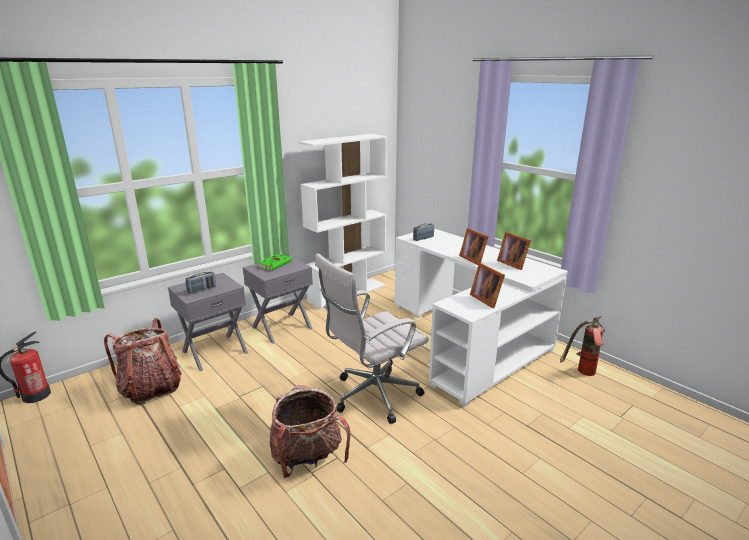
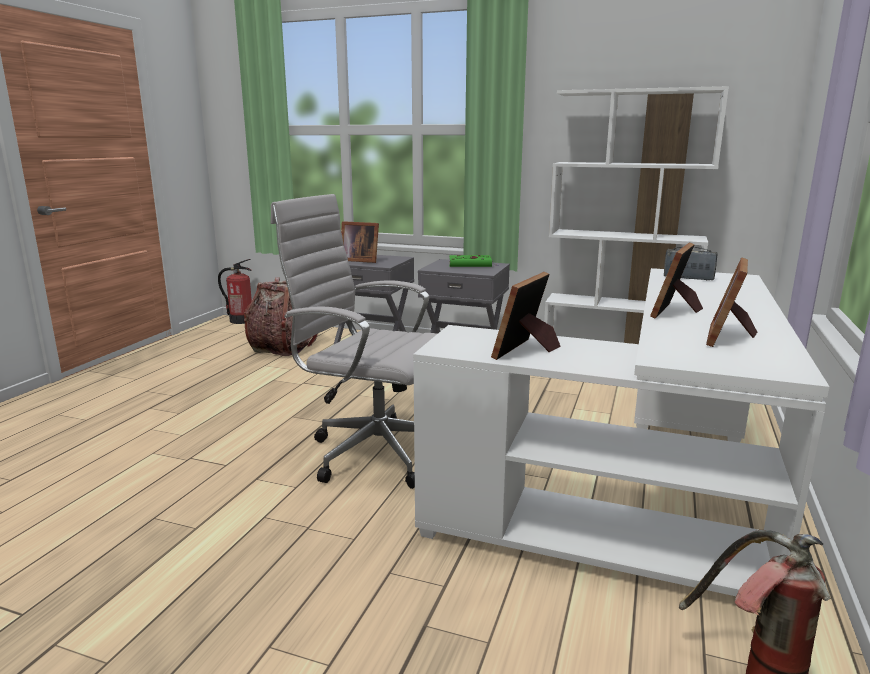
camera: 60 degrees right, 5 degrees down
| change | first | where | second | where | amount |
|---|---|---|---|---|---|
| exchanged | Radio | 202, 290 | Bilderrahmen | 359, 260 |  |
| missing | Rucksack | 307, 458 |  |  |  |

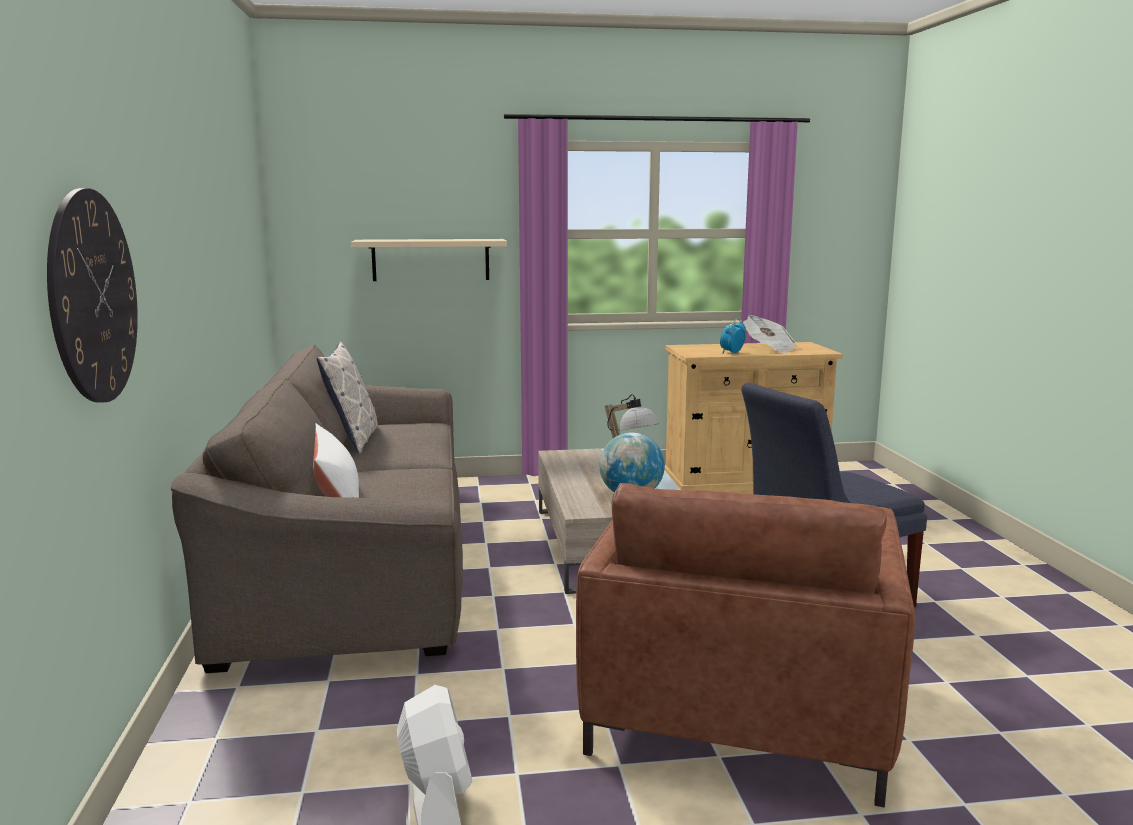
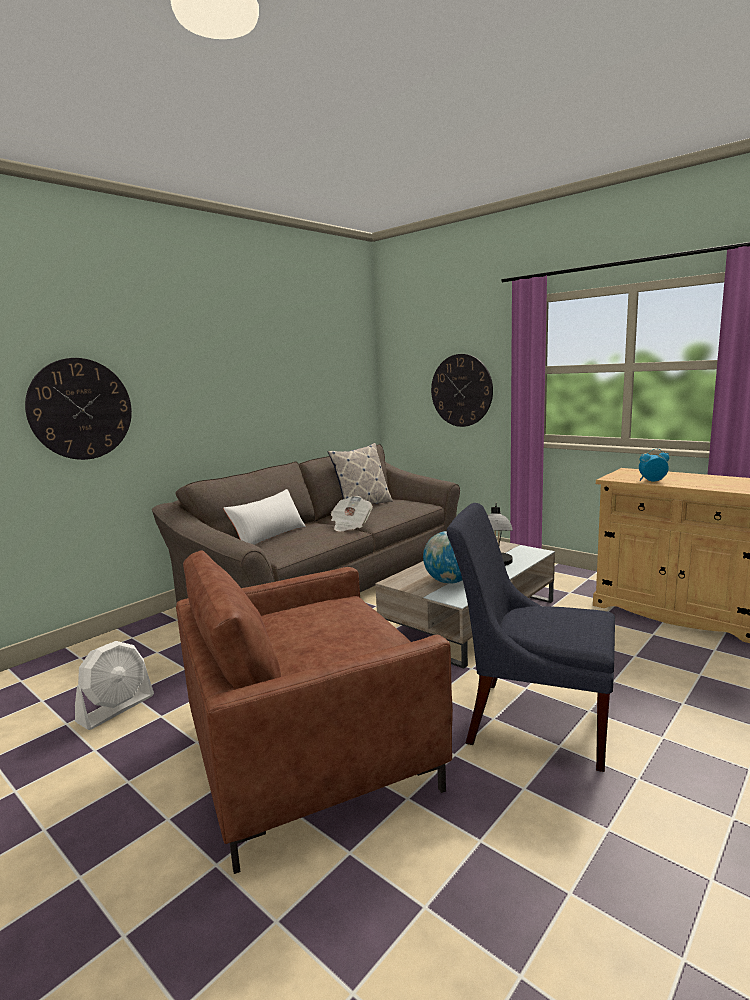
camera: 50 degrees right, 0 degrees up
| change | first | where | second | where | amount |
|---|---|---|---|---|---|
| exchanged | Wandregal [beige] | 430, 259 | Wanduhr | 461, 390 |  |
| relocated | Zeitung | 769, 349 |  | 350, 525 |  |

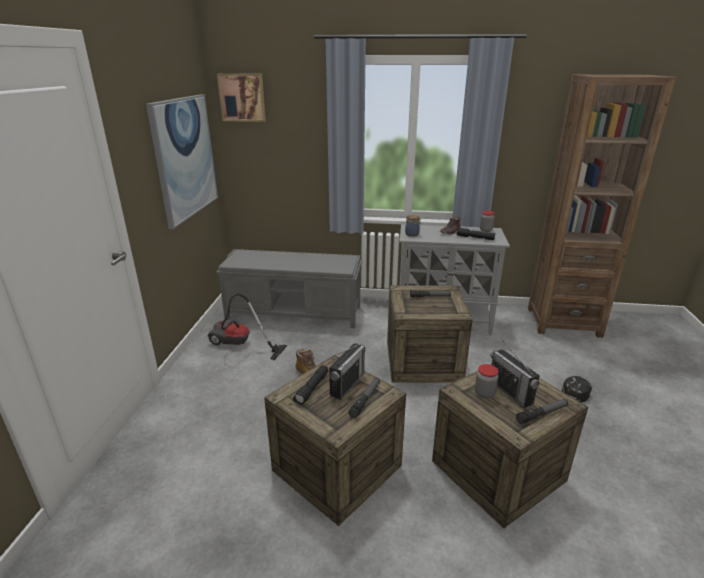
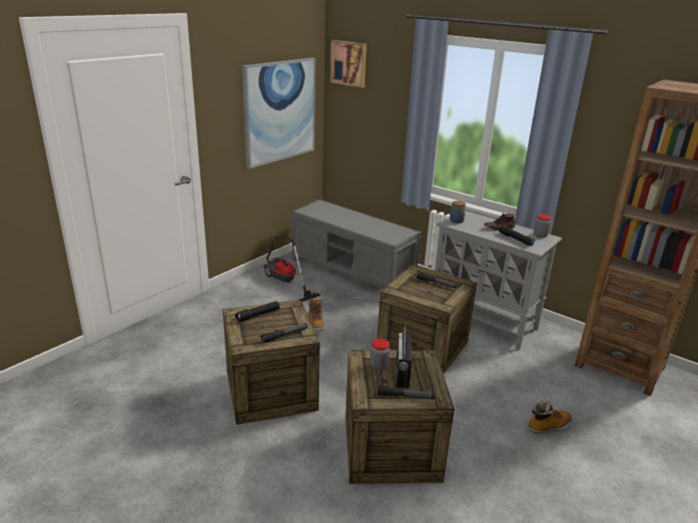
camera: 30 degrees right, 0 degrees up
| change | first | where | second | where | amount |
|---|---|---|---|---|---|
| missing | Radio | 347, 384 |  |  |  |
| exchanged | Kappe [schwarz] | 576, 390 | Stiefel | 548, 426 |  |

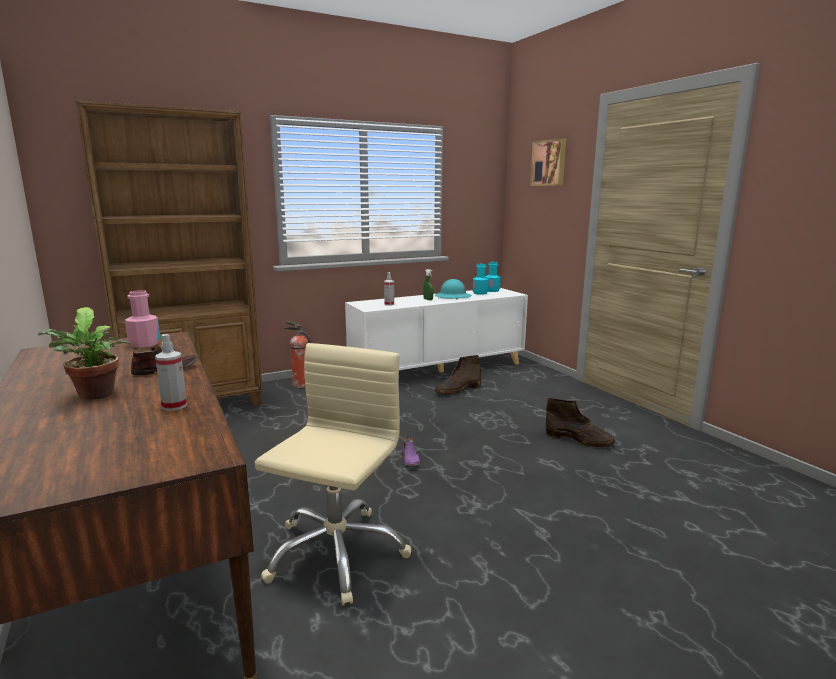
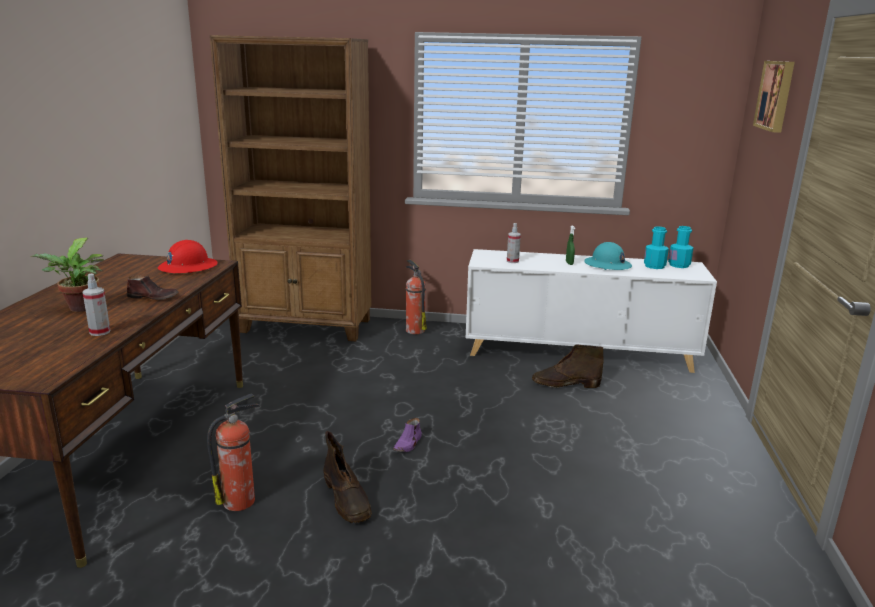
camera: 35 degrees right, 5 degrees up
| change | first | where | second | where | amount |
|---|---|---|---|---|---|
| exchanged | Flasche [rosa] | 144, 344 | Schutzhelm [rot] | 188, 267 |  |
| exchanged | Bürostuhl [beige] | 336, 553 | Feuerlöscher | 241, 501 |  |
| relocated | Stiefel [braun] | 579, 439 |  | 347, 499 |  |

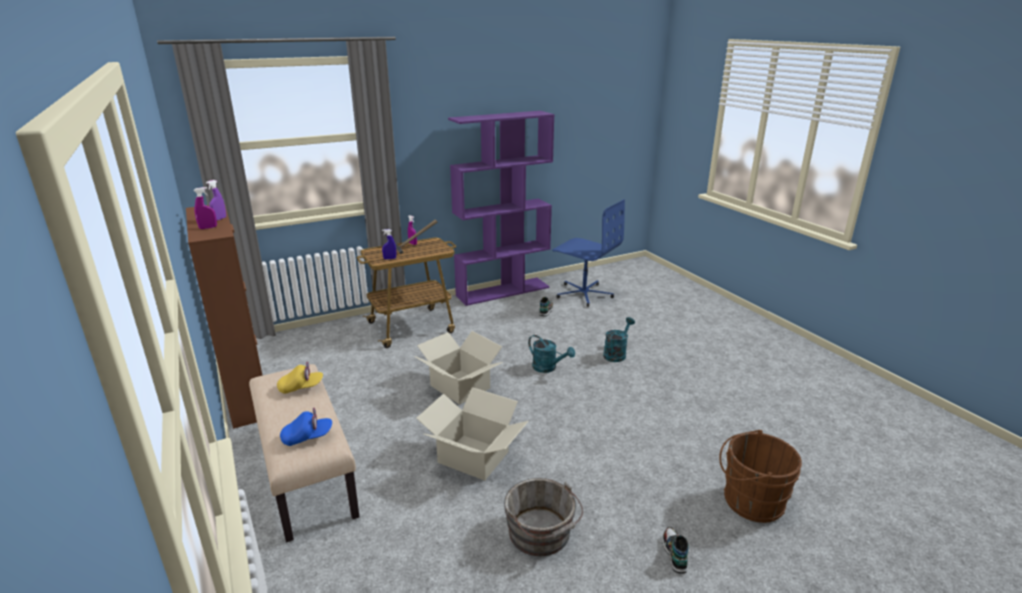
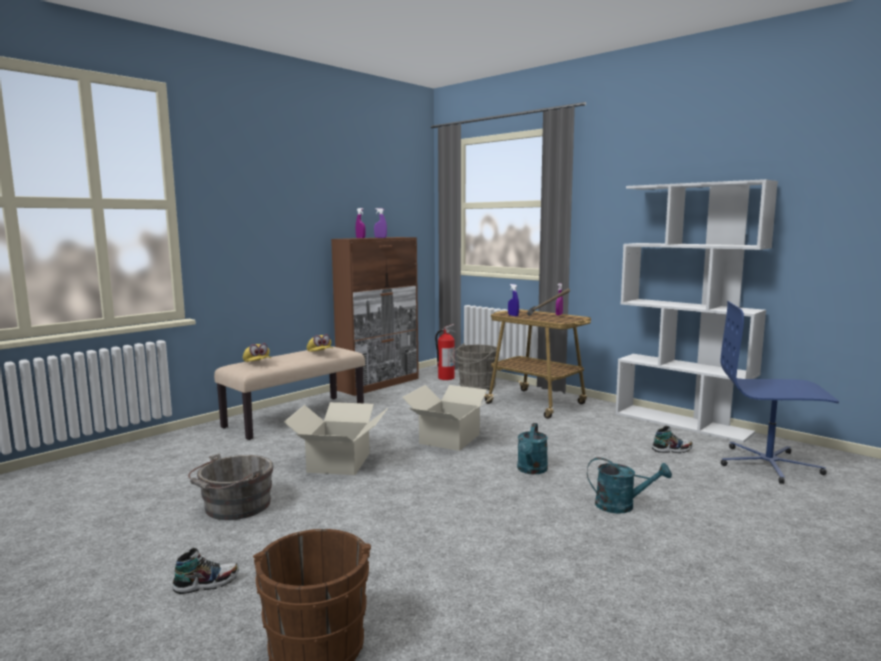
camera: 70 degrees right, 15 degrees down
| change | first | where | second | where | amount |
|---|---|---|---|---|---|
| colour | Kappe [blau] | 307, 437 | Kappe [gelb] | 257, 363 |  |
| colour | Bücherregal [lila] | 503, 291 | Bücherregal [weiß] | 682, 423 |  |
| spun | Bürostuhl [blau] | 584, 294 |  | 769, 464 | 90 degrees clockwise |
| appeared |  |  | Feuerlöscher | 445, 378 |  |
| appeared |  |  | Eimer [grau] | 475, 386 |  |

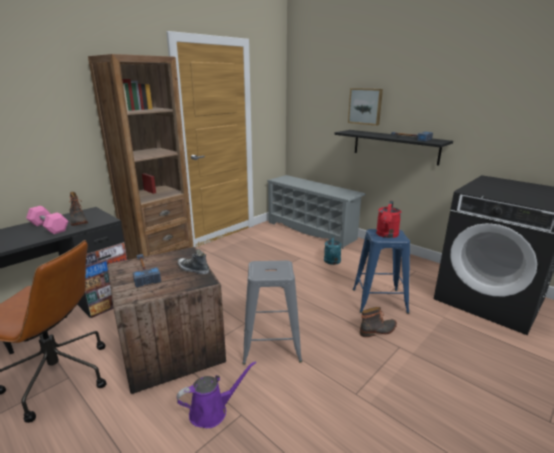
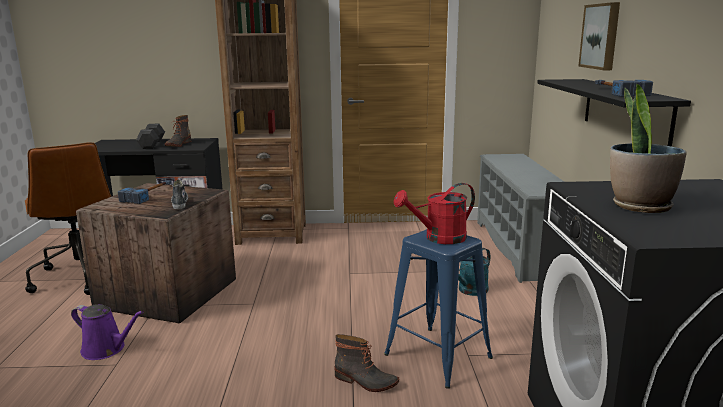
camera: 45 degrees right, 5 degrees down
| change | first | where | second | where | amount |
|---|---|---|---|---|---|
| colour | Hantel [rosa] | 49, 227 | Hantel [grau] | 152, 144 |  |
| missing | Hocker [grau] | 272, 345 |  |  |  |
| appeared |  |  | Topfpflanze | 639, 206 |  |

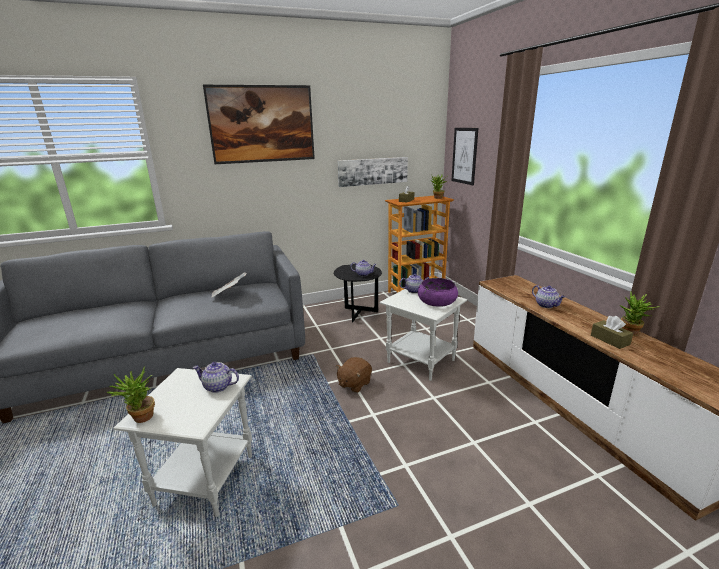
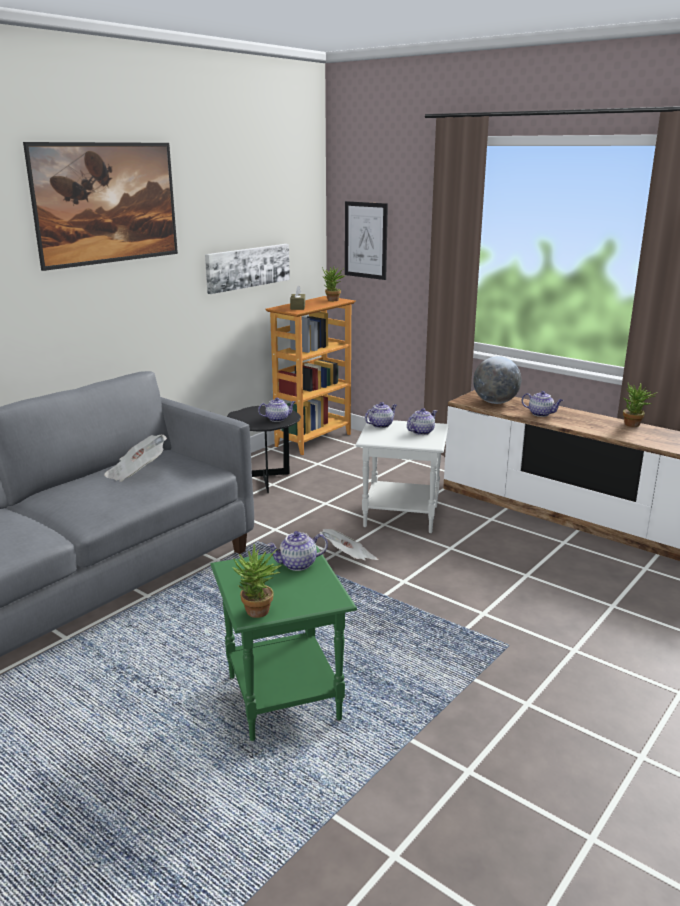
camera: 30 degrees left, 0 degrees up
| change | first | where | second | where | amount |
|---|---|---|---|---|---|
| colour | Beistelltisch [weiß] | 205, 480 | Beistelltisch [grün] | 284, 699 |  |
| exchanged | Plüschtier [braun] | 354, 384 | Zeitung | 349, 559 |  |
| exchanged | Schüssel [lila] | 437, 301 | Teekanne | 421, 432 |  |
| missing | Taschentuchbox [braun] | 610, 340 |  |  |  |
| appeared |  |  | Globus | 495, 402 |  |

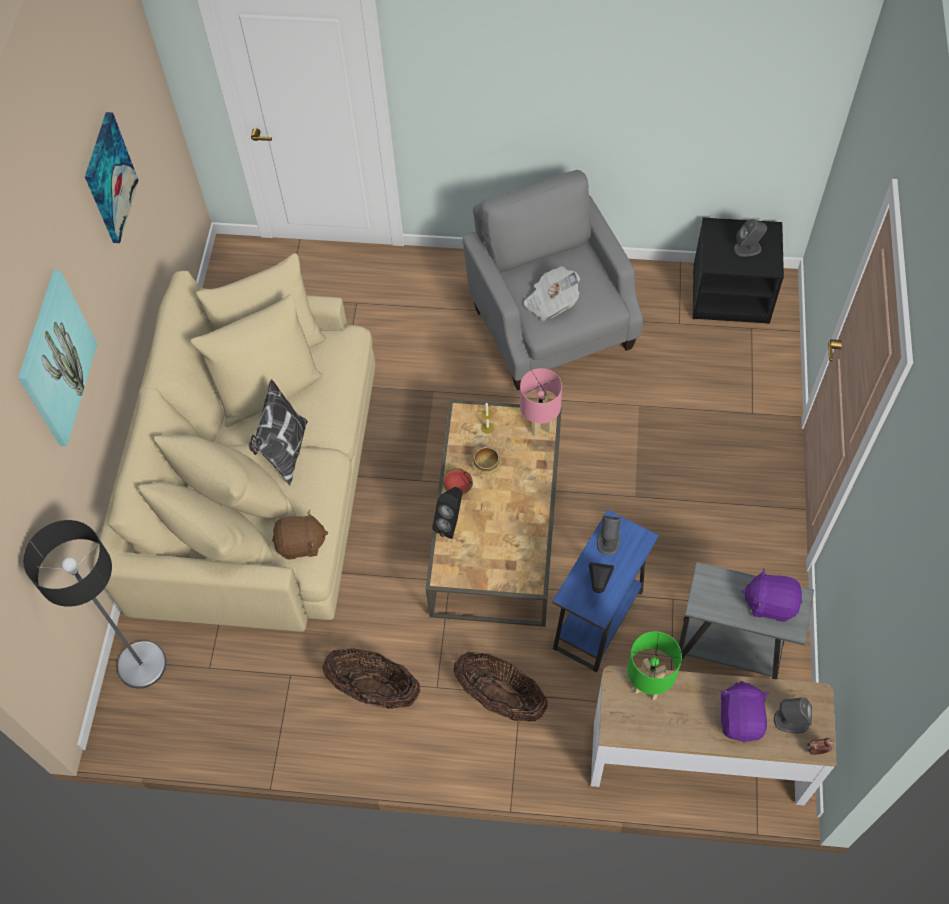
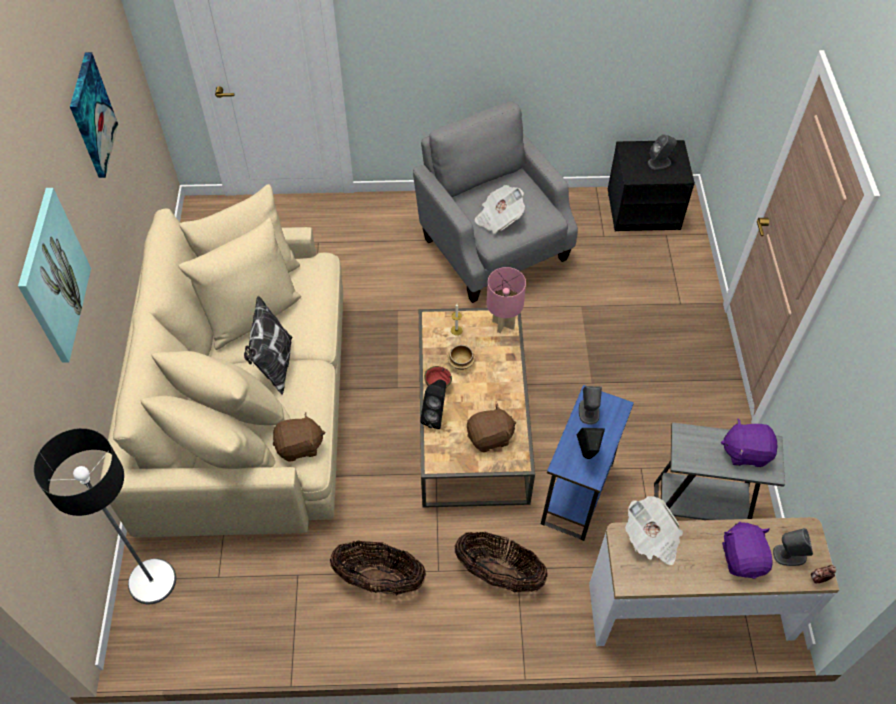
camera: 10 degrees left, 5 degrees down
| change | first | where | second | where | amount |
|---|---|---|---|---|---|
| exchanged | Tischlampe [grün] | 648, 687 | Zeitung | 652, 538 |  |
| appeared |  |  | Plüschtier [braun] | 490, 437 |  |

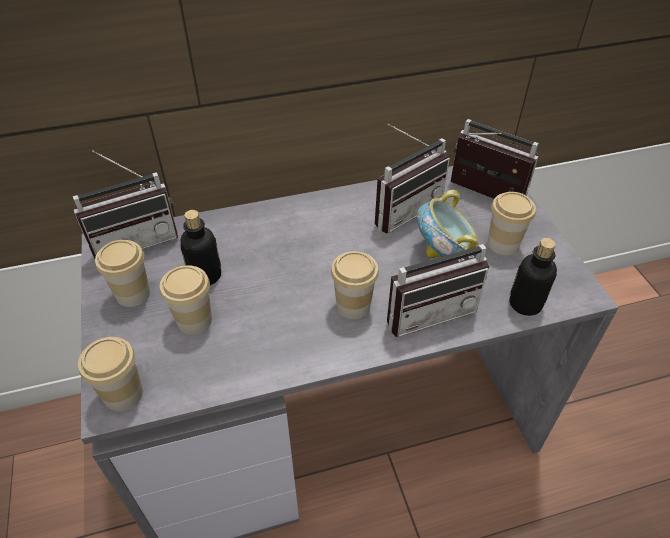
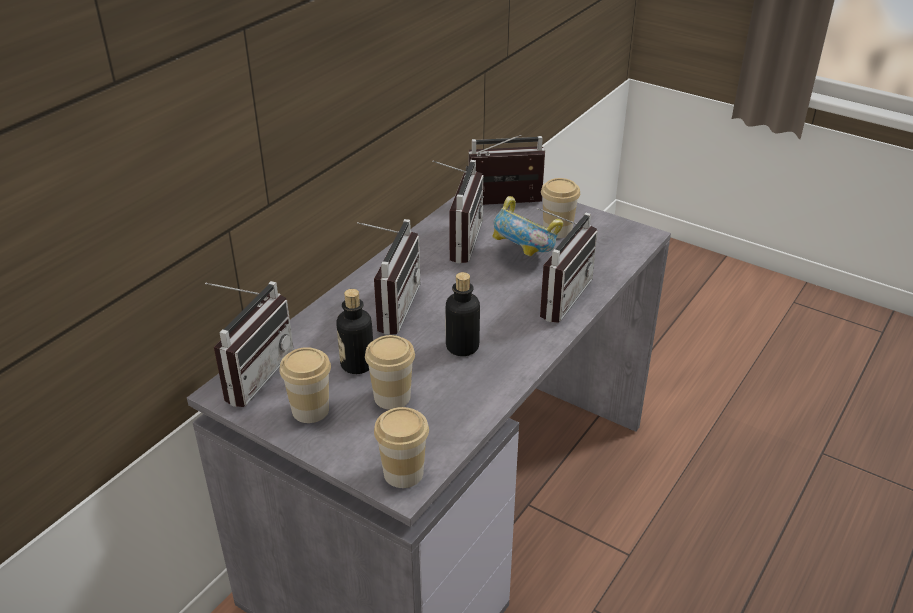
camera: 40 degrees left, 10 degrees down
| change | first | where | second | where | amount |
|---|---|---|---|---|---|
| missing | Tasse | 353, 306 |  |  |  |
| relocated | Flasche | 525, 304 |  | 462, 347 |  |
| appeared |  |  | Radio | 389, 307 |  |

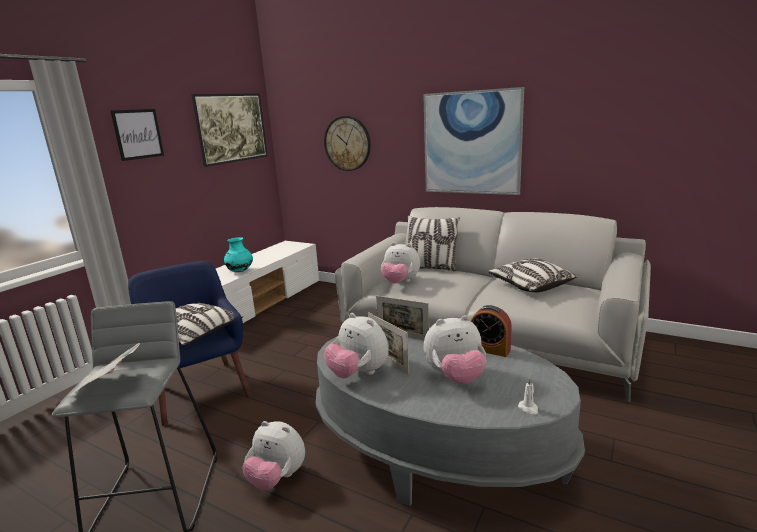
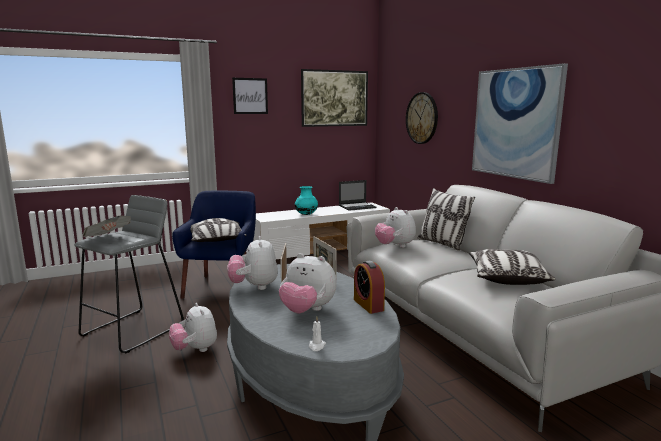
camera: 35 degrees right, 5 degrees down
| change | first | where | second | where | amount |
|---|---|---|---|---|---|
| appeared |  |  | Laptop | 357, 206 |  |

